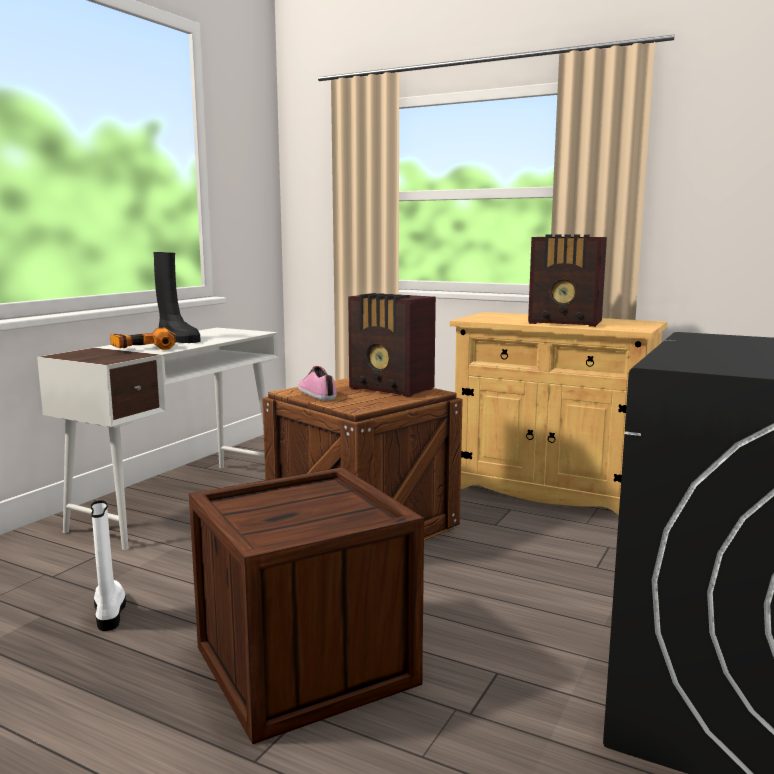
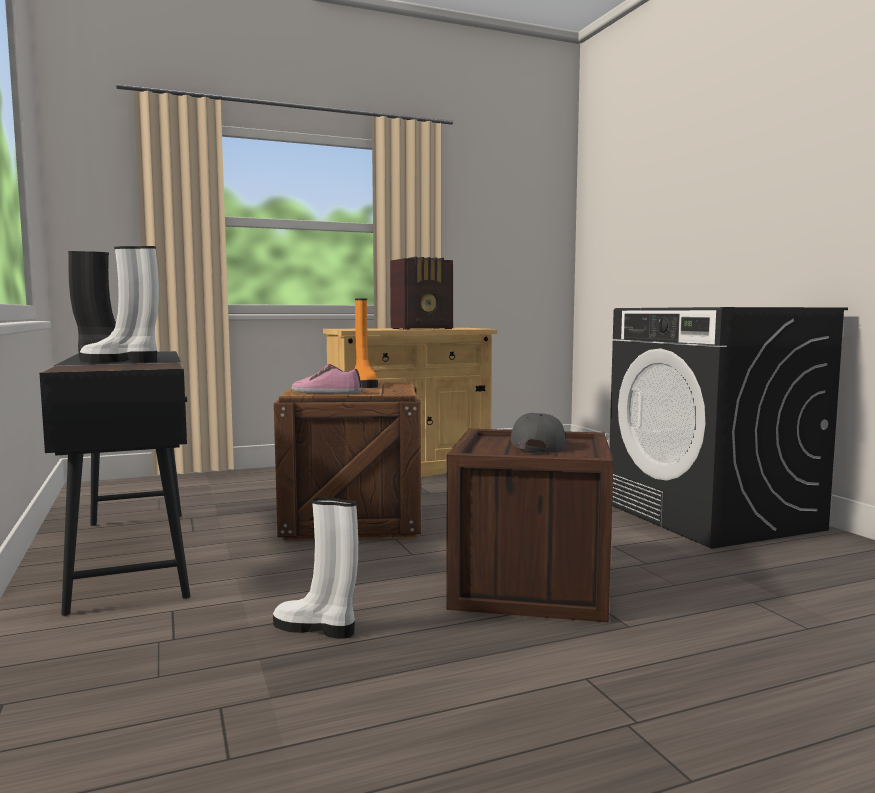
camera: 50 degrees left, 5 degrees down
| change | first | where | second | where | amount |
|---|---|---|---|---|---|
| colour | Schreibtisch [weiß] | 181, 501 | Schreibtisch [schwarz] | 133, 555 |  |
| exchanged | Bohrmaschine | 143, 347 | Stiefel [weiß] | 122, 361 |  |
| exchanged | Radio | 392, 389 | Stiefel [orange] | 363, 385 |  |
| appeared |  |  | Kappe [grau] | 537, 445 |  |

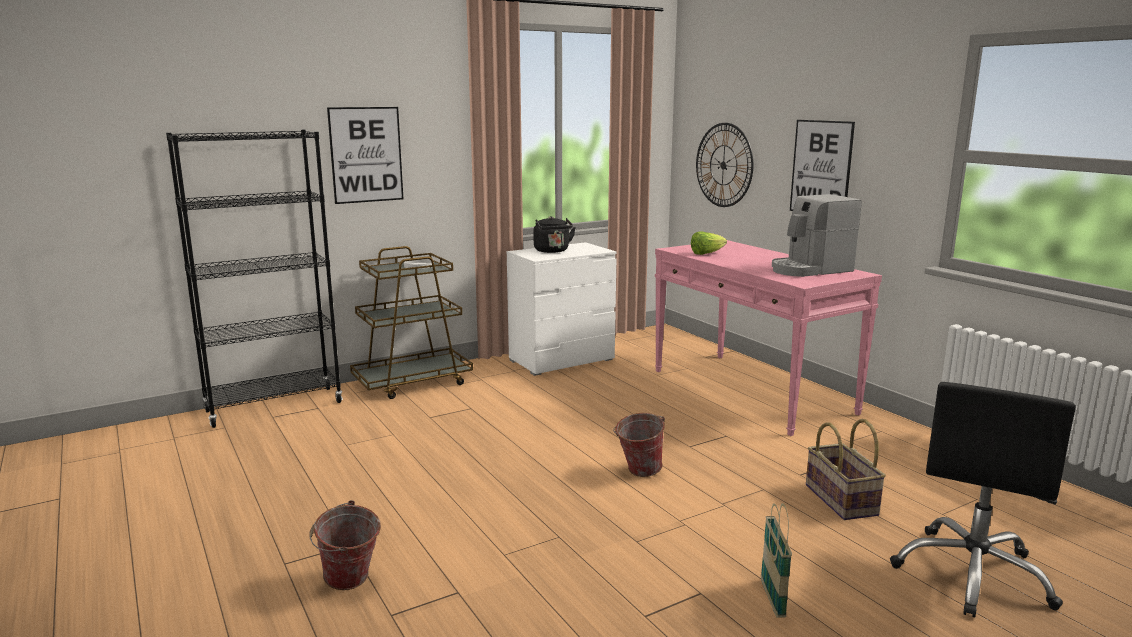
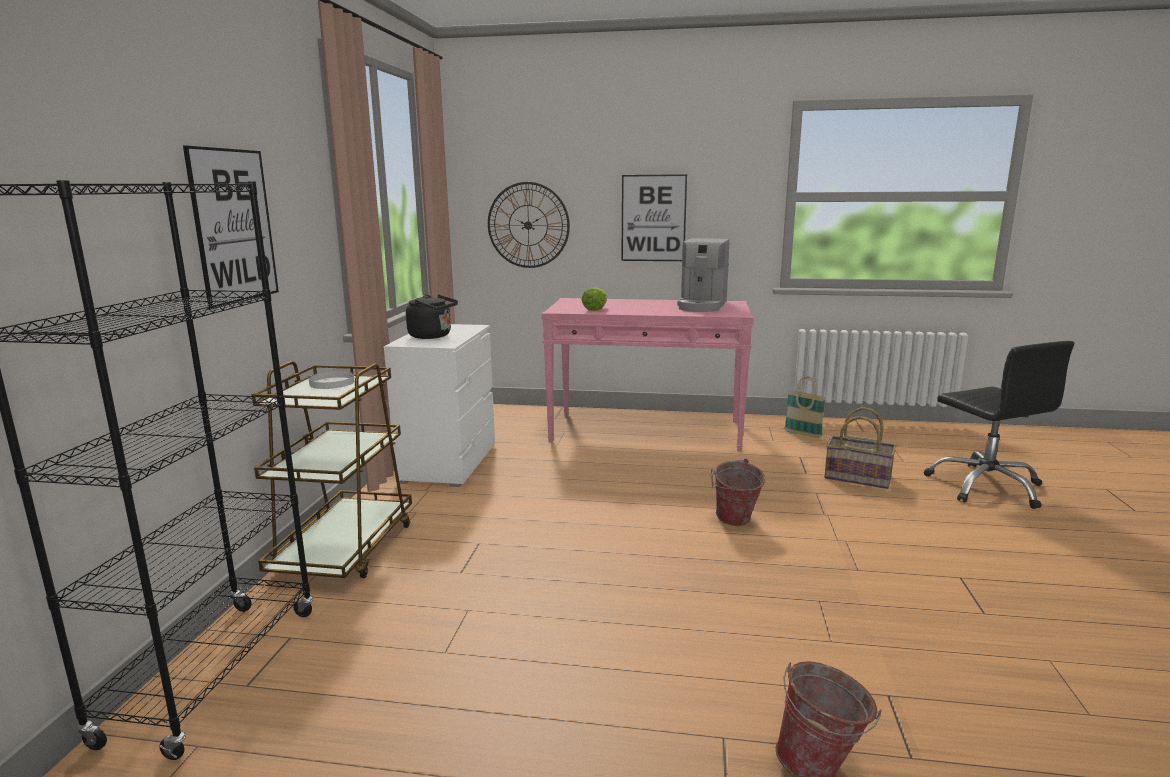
camera: 50 degrees left, 0 degrees up
| change | first | where | second | where | amount |
|---|---|---|---|---|---|
| relocated | Korb | 772, 599 |  | 803, 434 |  |

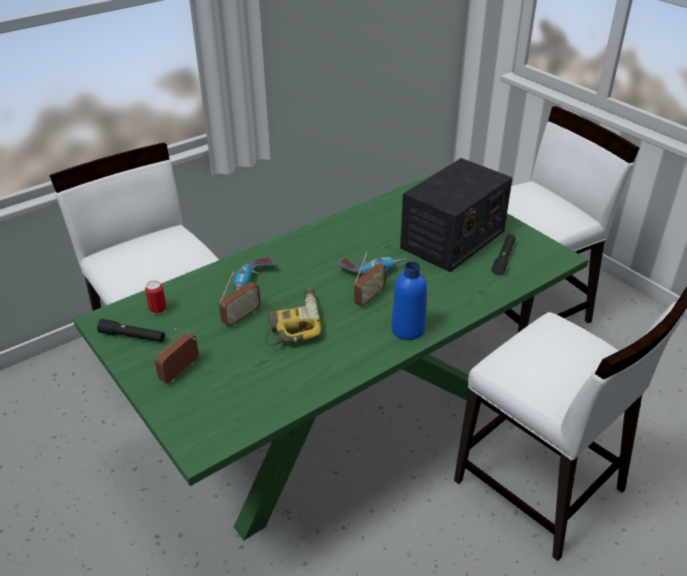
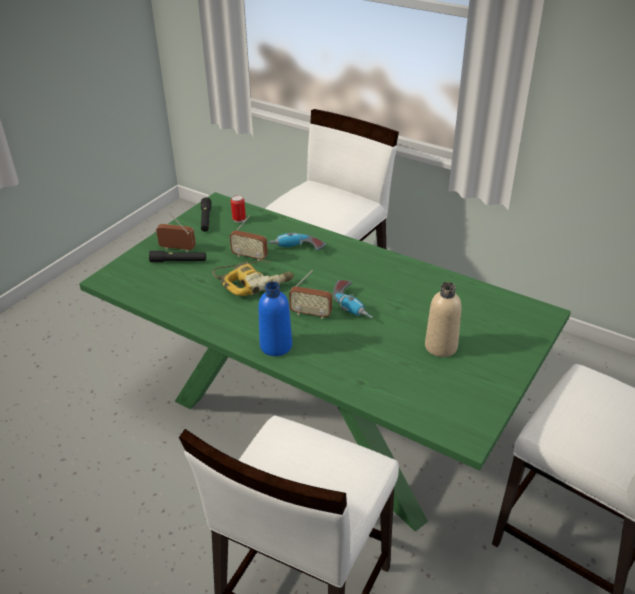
camera: 70 degrees right, 0 degrees up
| change | first | where | second | where | amount |
|---|---|---|---|---|---|
| exchanged | Radio | 452, 239 | Flasche [beige] | 441, 346 |  |
| relocated | Taschenlampe [schwarz] | 504, 258 |  | 178, 261 |  |

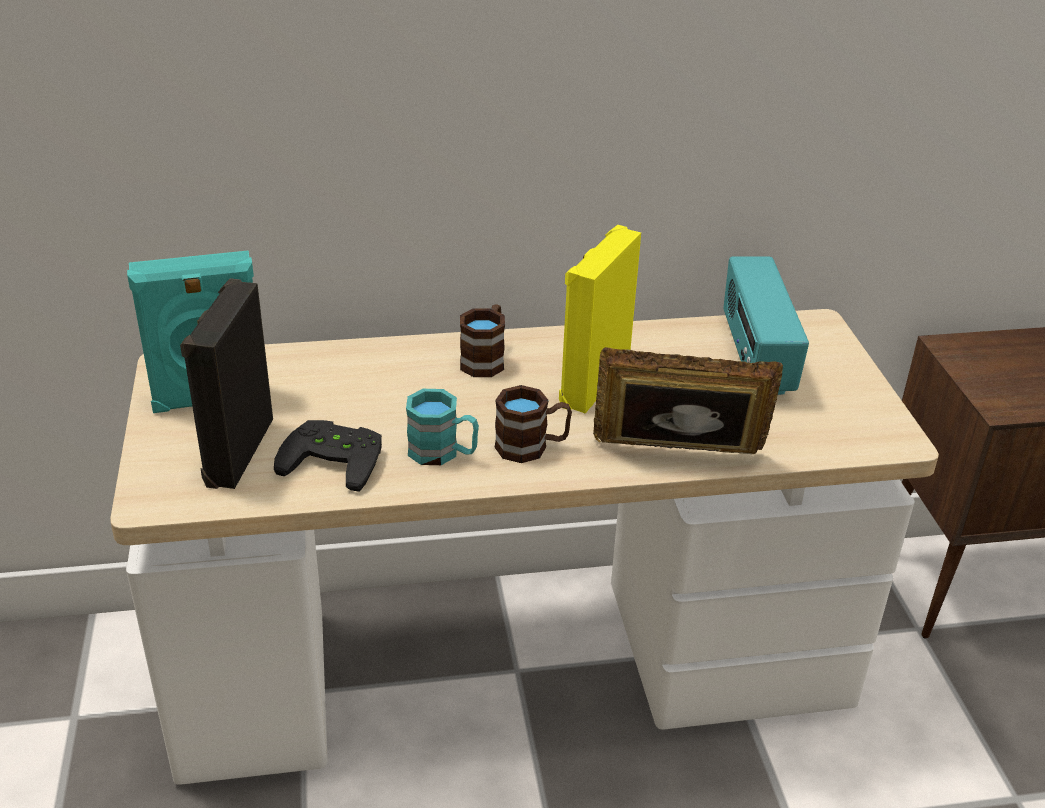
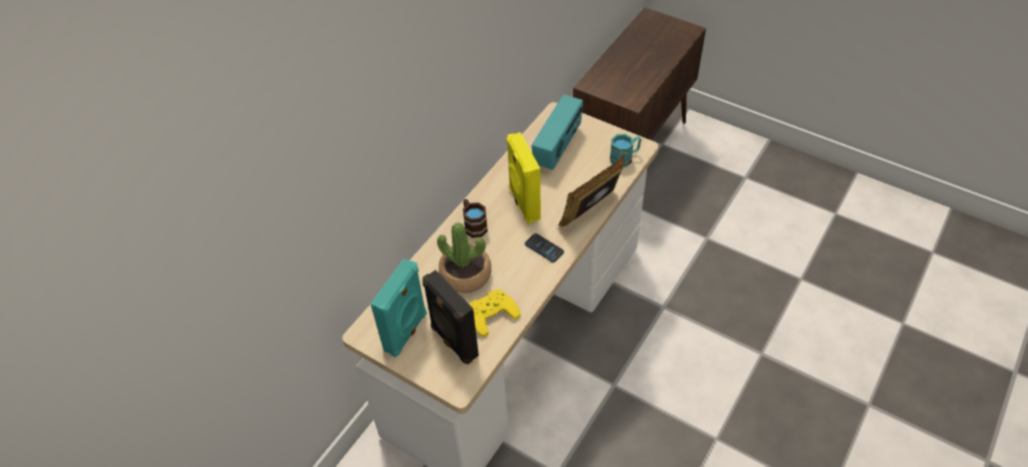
camera: 45 degrees left, 15 degrees up
| change | first | where | second | where | amount |
|---|---|---|---|---|---|
| colour | Gamepad [schwarz] | 336, 458 | Gamepad [gelb] | 490, 312 |  |
| relocated | Henkelbecher [türkis] | 443, 453 |  | 625, 157 |  |
| exchanged | Henkelbecher [braun] | 532, 447 | Handy | 544, 248 |  |
| spun | Radio | 754, 358 |  | 558, 147 | 105 degrees counterclockwise |
| appeared |  |  | Topfpflanze | 465, 274 |  |

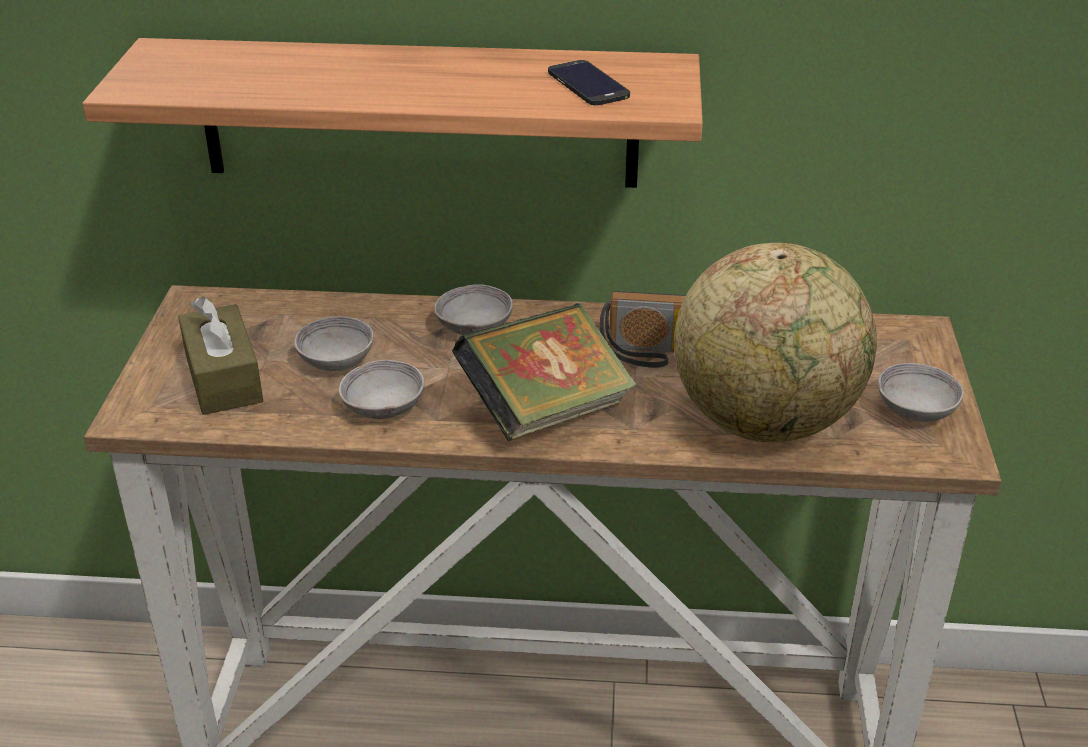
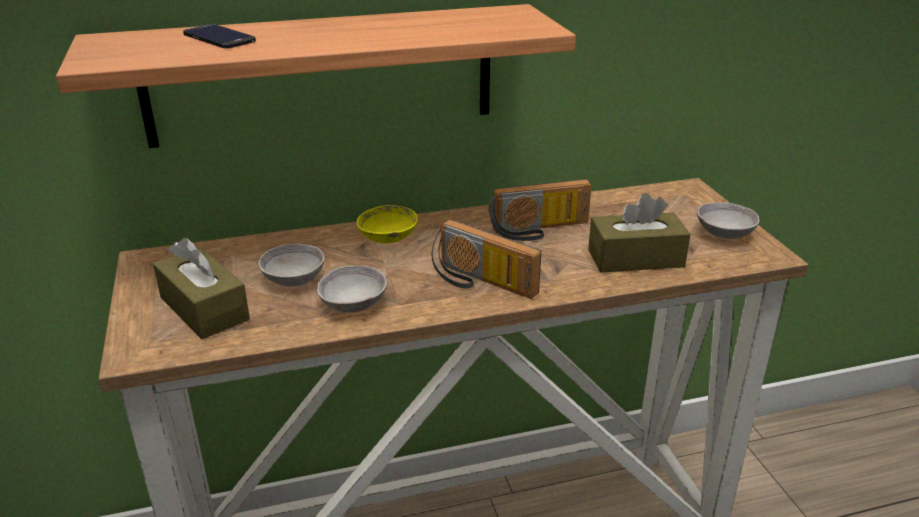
camera: 20 degrees left, 5 degrees down
| change | first | where | second | where | amount |
|---|---|---|---|---|---|
| colour | Schüssel [grau] | 474, 328 | Schüssel [gelb] | 388, 238 |  |
| exchanged | Buch | 545, 412 | Radio | 479, 282 |  |
| relocated | Handy | 588, 84 |  | 219, 37 |  |
| exchanged | Globus | 765, 421 | Taschentuchbox [braun] | 635, 258 |  |

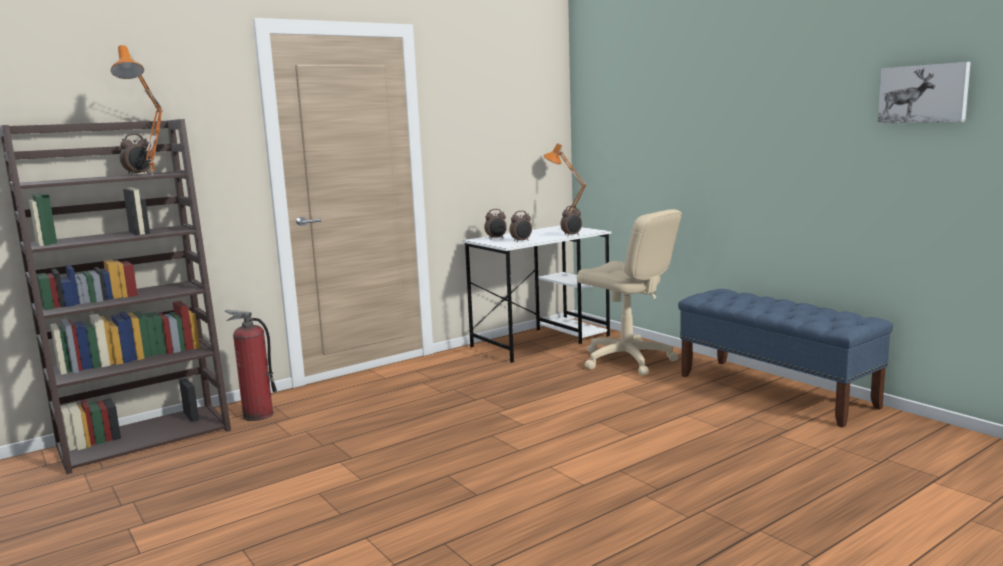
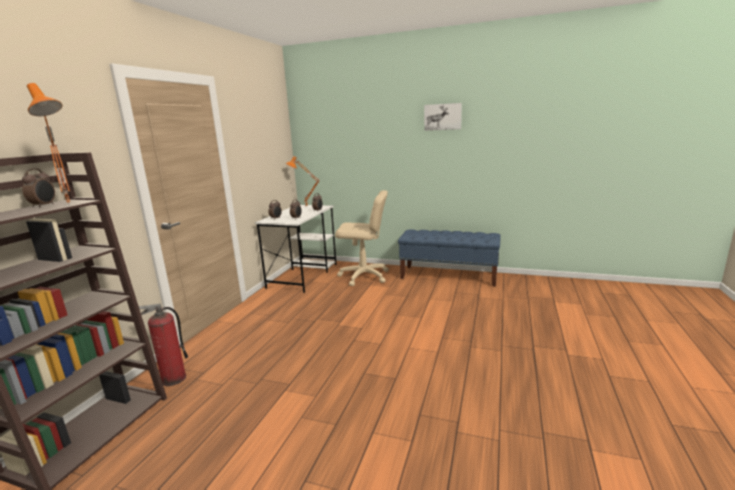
camera: 35 degrees left, 5 degrees up
| change | first | where | second | where | amount |
|---|---|---|---|---|---|
| relocated | Bild | 923, 94 |  | 443, 117 |  |

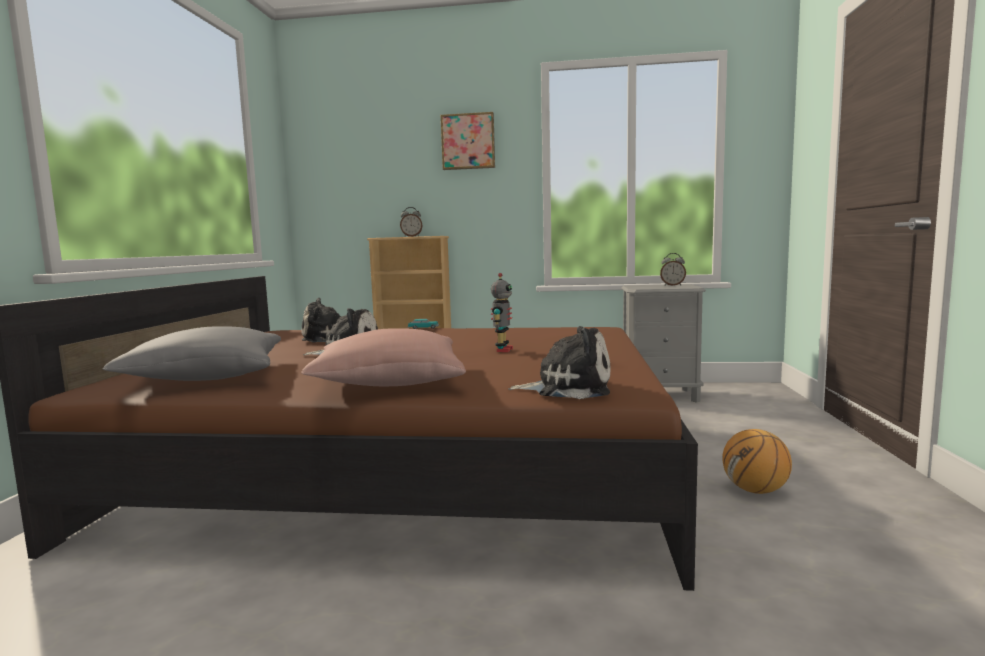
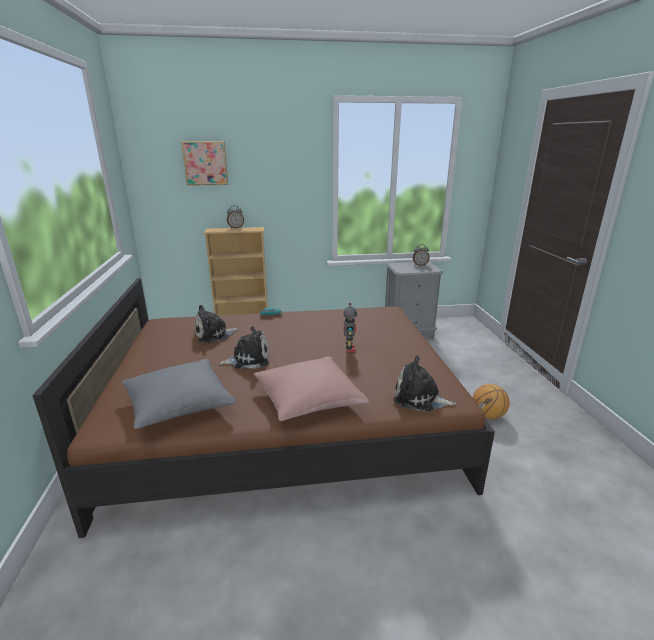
camera: 15 degrees left, 15 degrees up
| change | first | where | second | where | amount |
|---|---|---|---|---|---|
| relocated | Bild | 468, 142 |  | 205, 163 |  |
| spun | Plüschtier | 568, 388 |  | 419, 398 | 150 degrees counterclockwise |

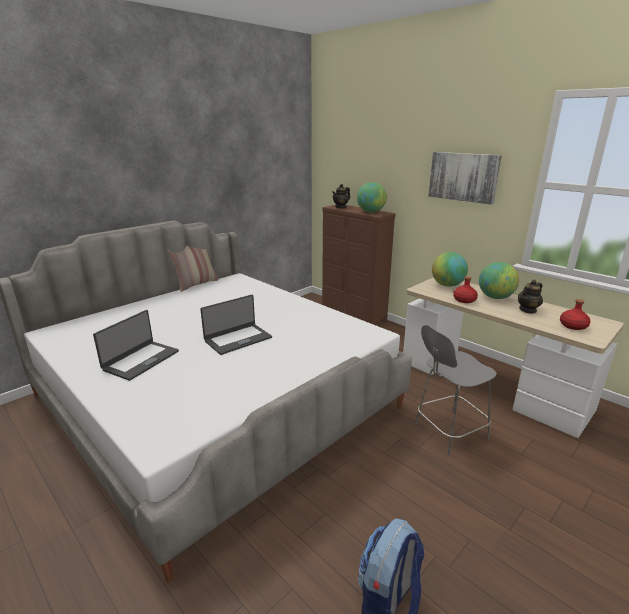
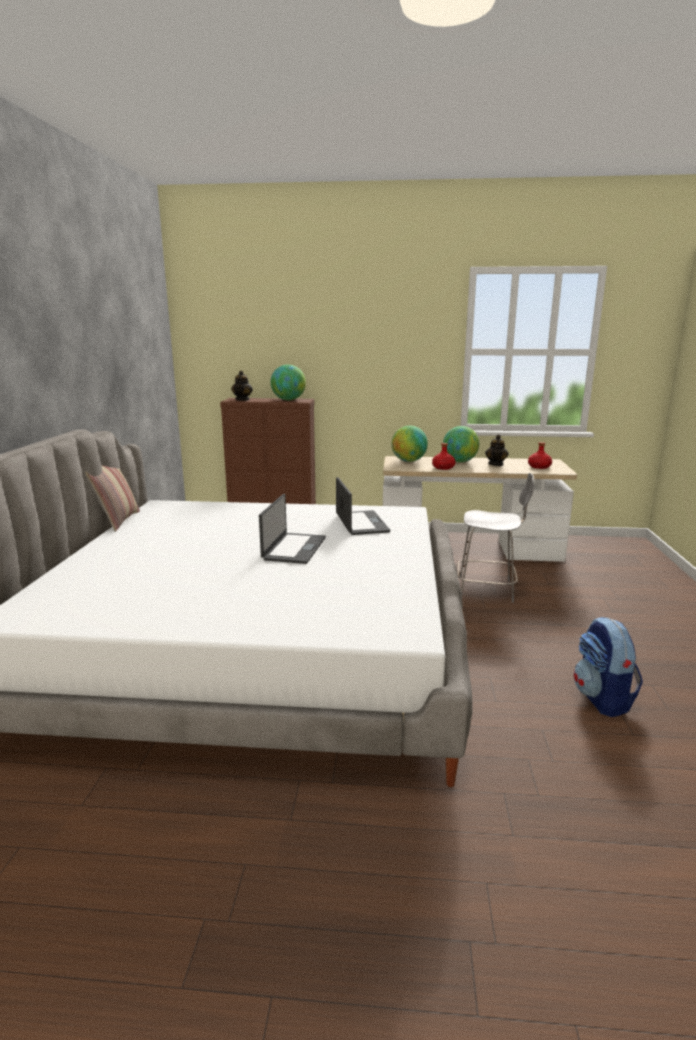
camera: 40 degrees left, 5 degrees down
| change | first | where | second | where | amount |
|---|---|---|---|---|---|
| relocated | Laptop | 140, 360 |  | 361, 523 |  |
| spun | Stuhl [grau] | 448, 431 |  | 488, 589 | 105 degrees counterclockwise |
| missing | Bild | 463, 177 |  |  |  |

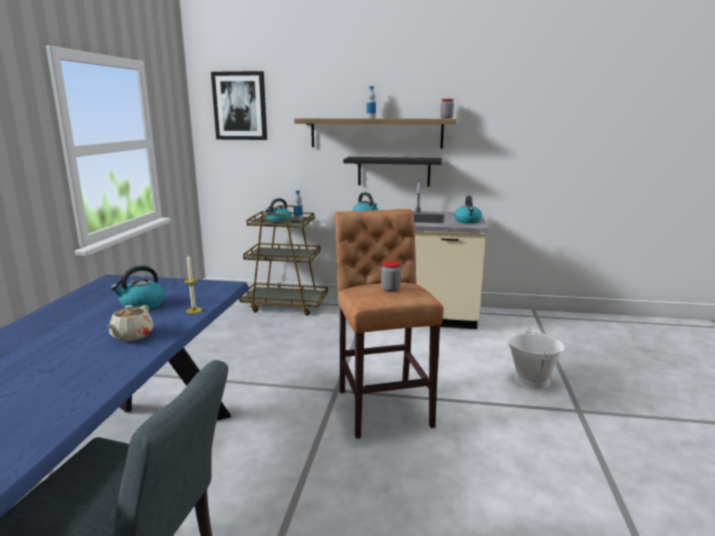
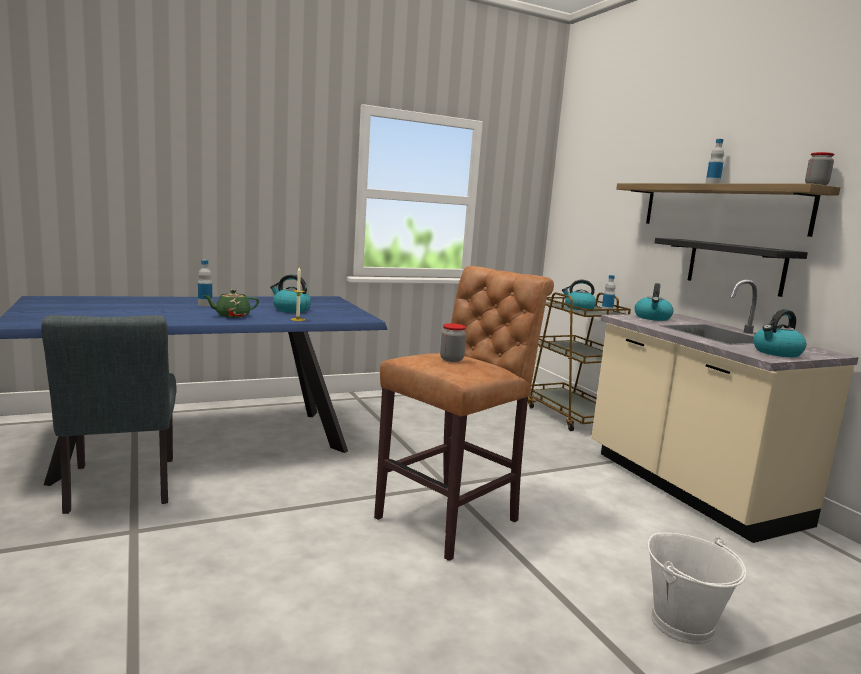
camera: 55 degrees right, 5 degrees down
| change | first | where | second | where | amount |
|---|---|---|---|---|---|
| colour | Teekanne [beige] | 131, 336 | Teekanne [grün] | 232, 315 |  |
| missing | Bild | 240, 106 |  |  |  |
| appeared |  |  | Flasche | 205, 304 |  |

